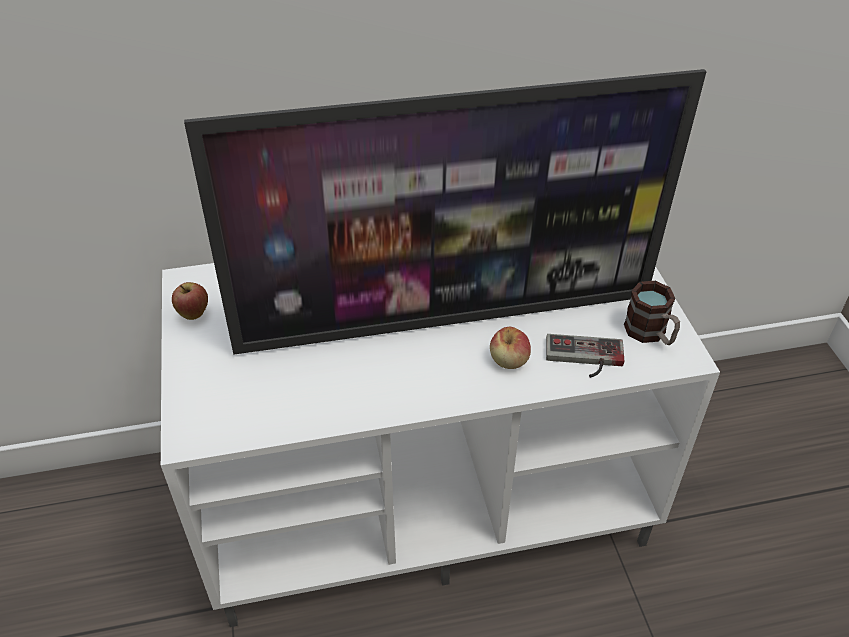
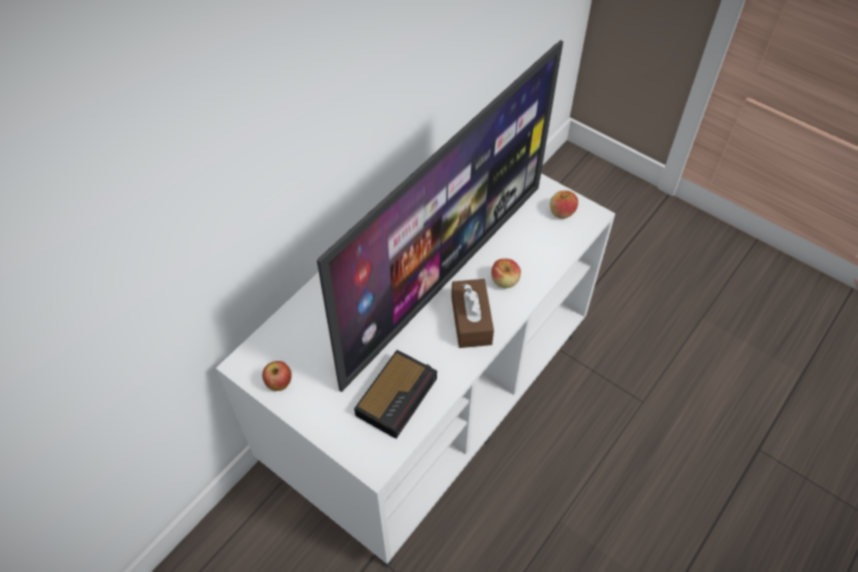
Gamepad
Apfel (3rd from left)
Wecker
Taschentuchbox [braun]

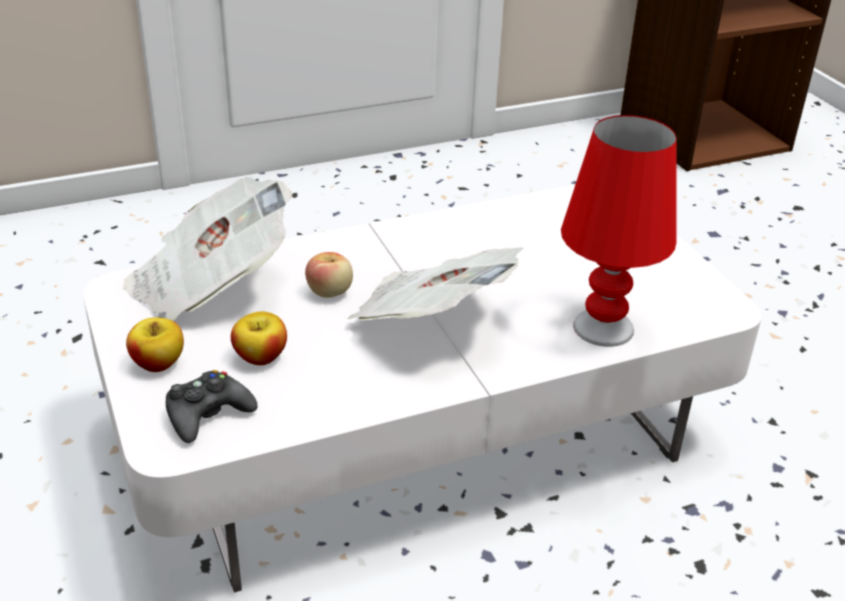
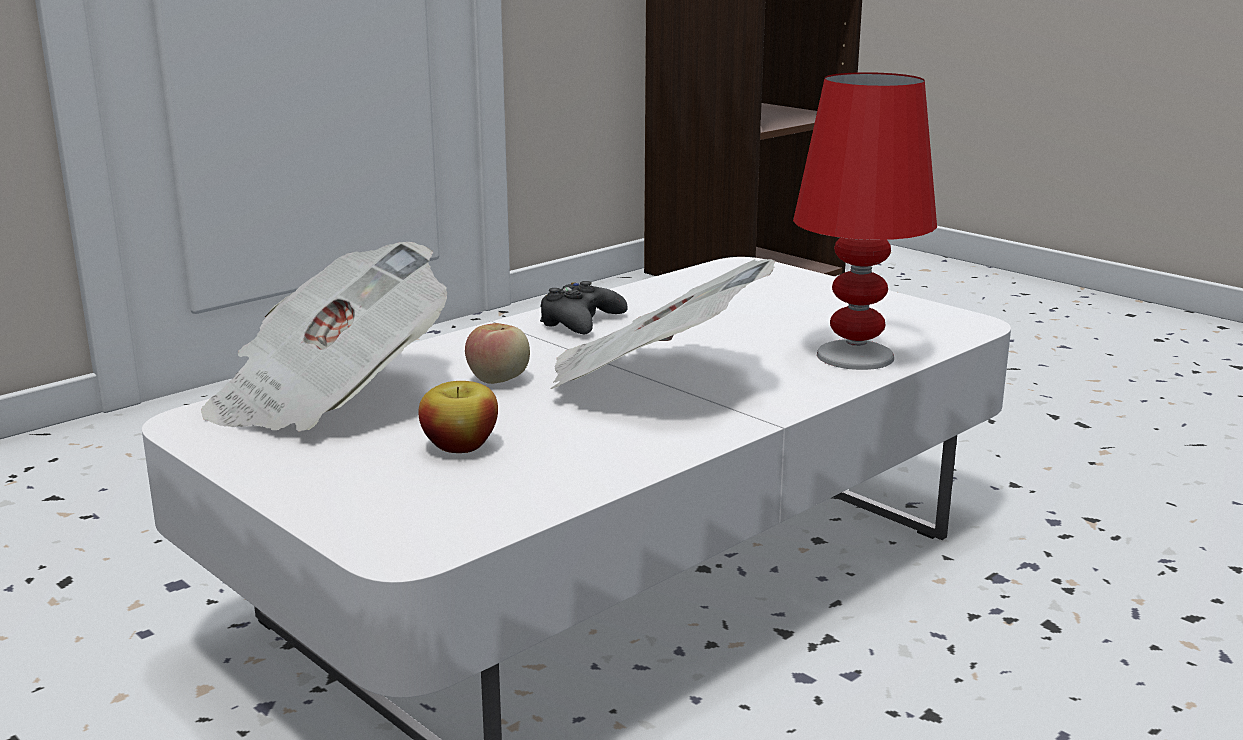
Apfel (1st from left in the first image)
Gamepad [schwarz]

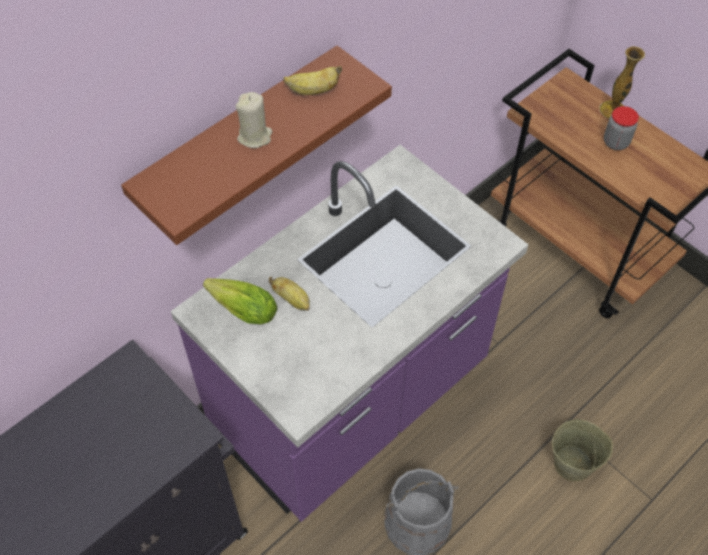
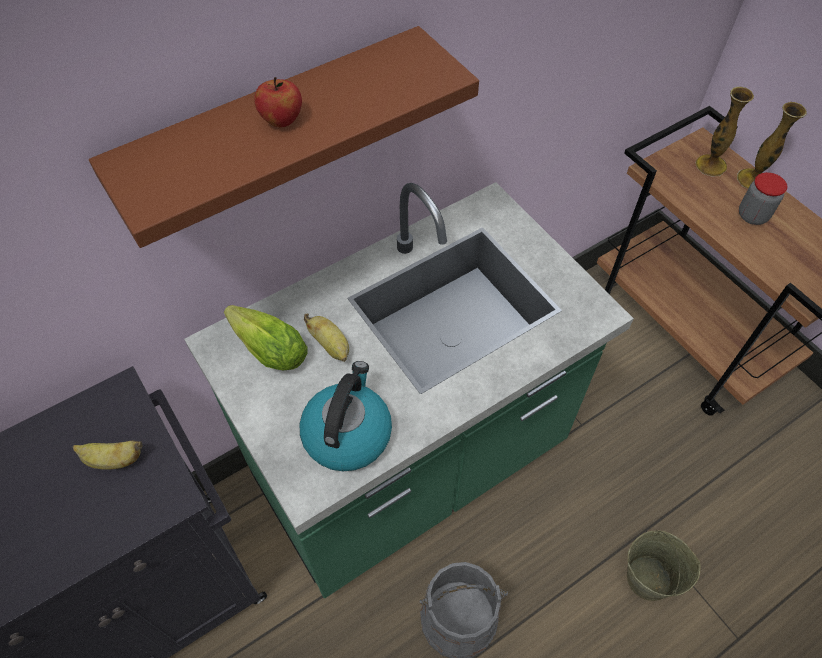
Küchenzeile [grün]
Apfel
Banane (1st from left)
Wasserkessel
Vase (1st from left)

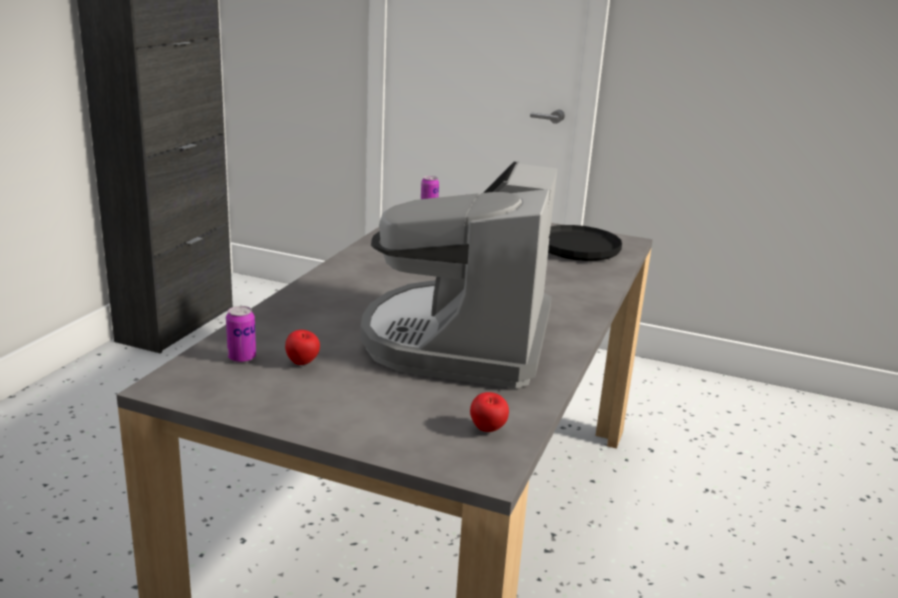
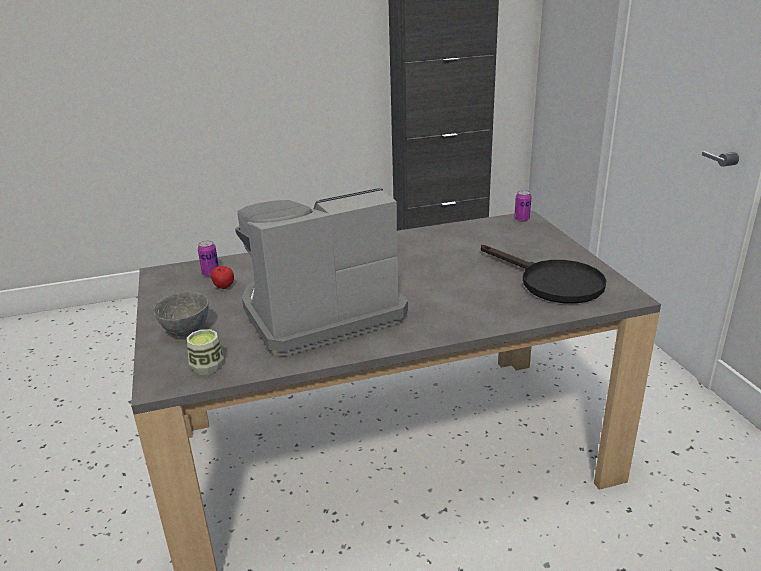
Tasse
Schüssel [grau]

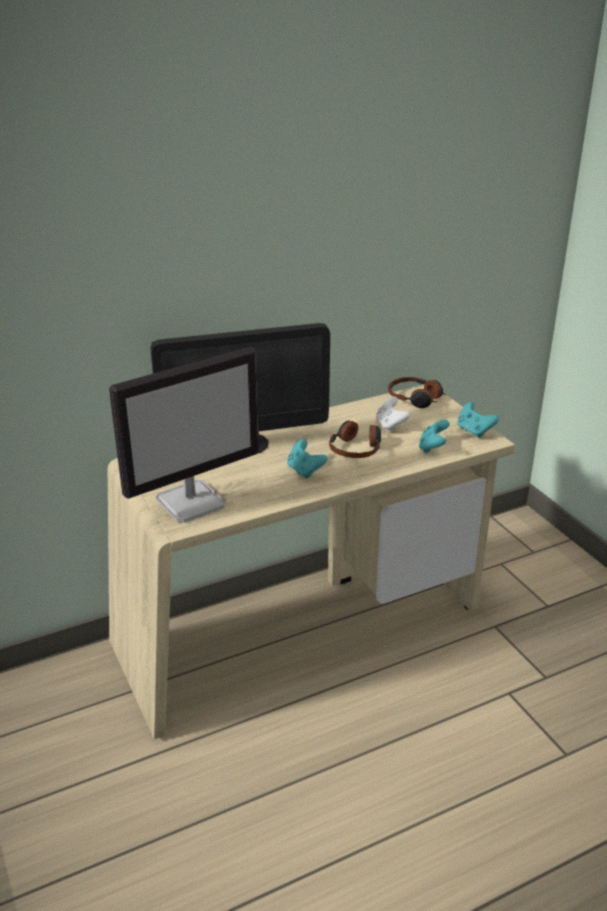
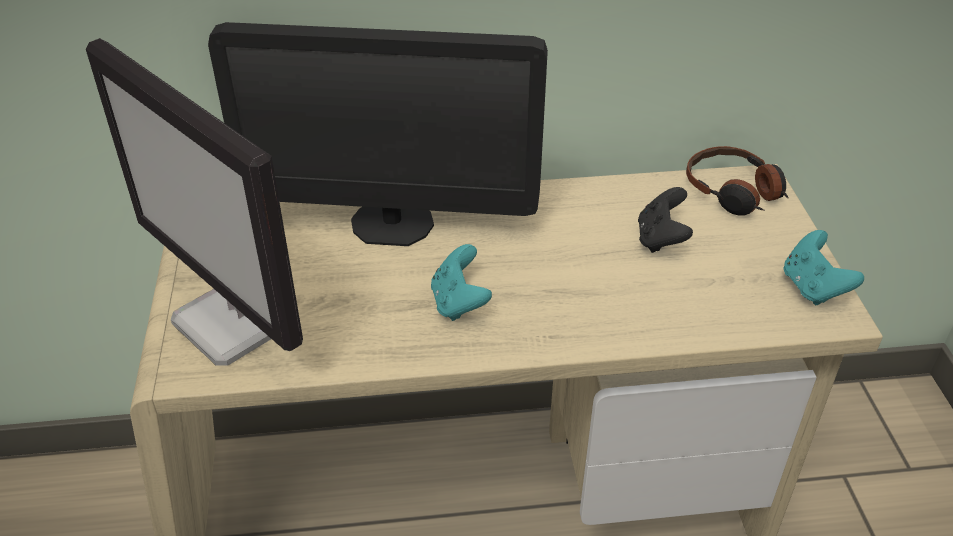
Monitor (1st from left)
Kopfhörer (1st from left in the first image)
Gamepad [schwarz]
Gamepad [türkis] (2nd from left in the first image)

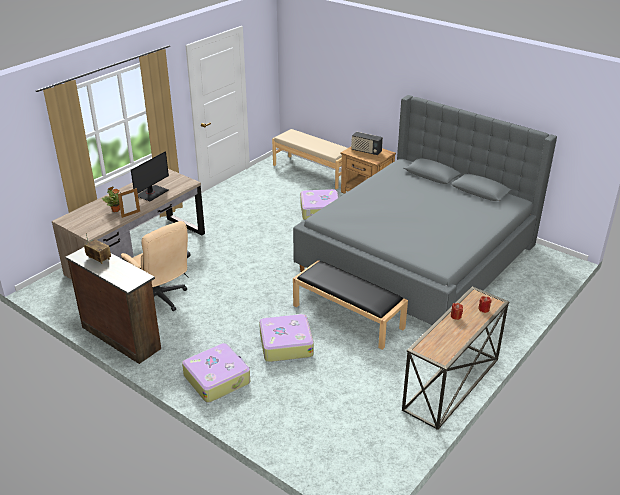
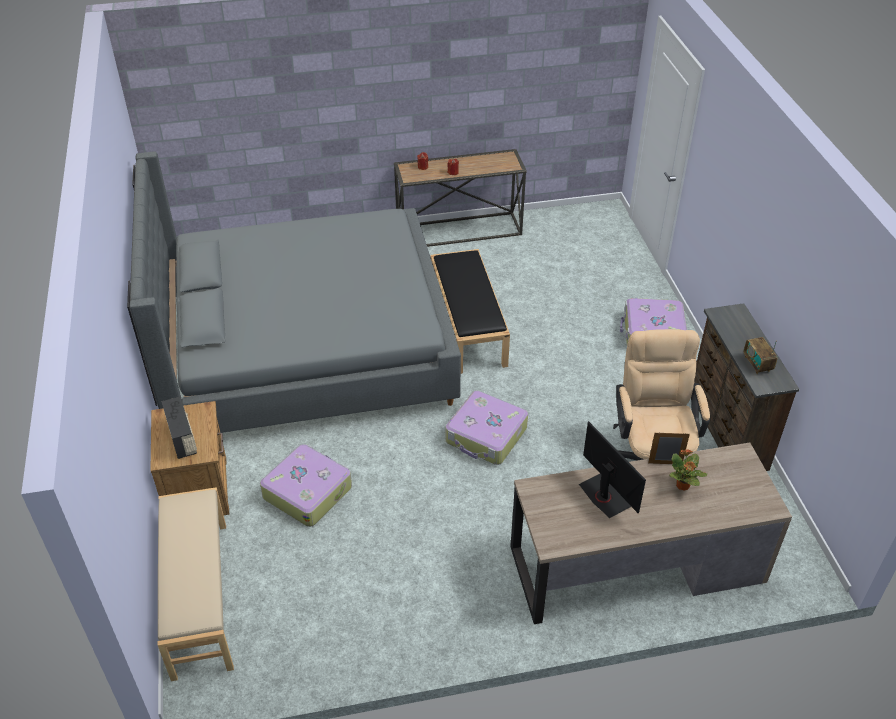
Monitor
Koffer (2nd from left)

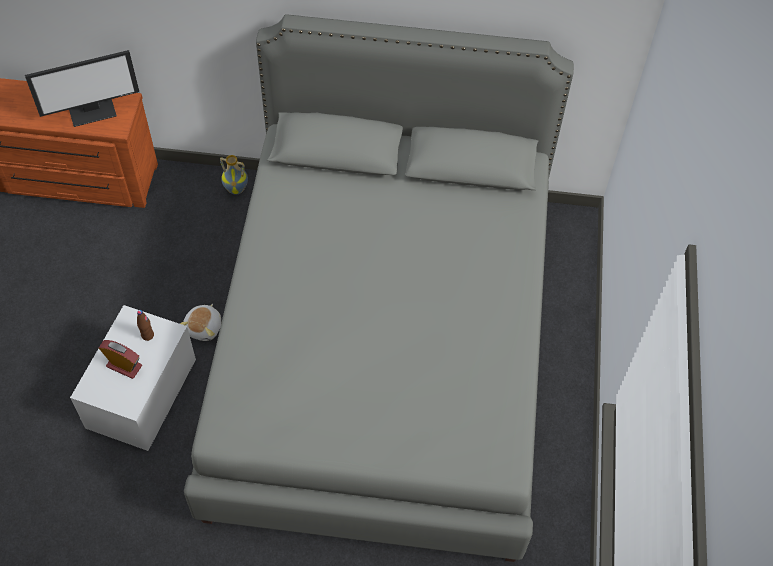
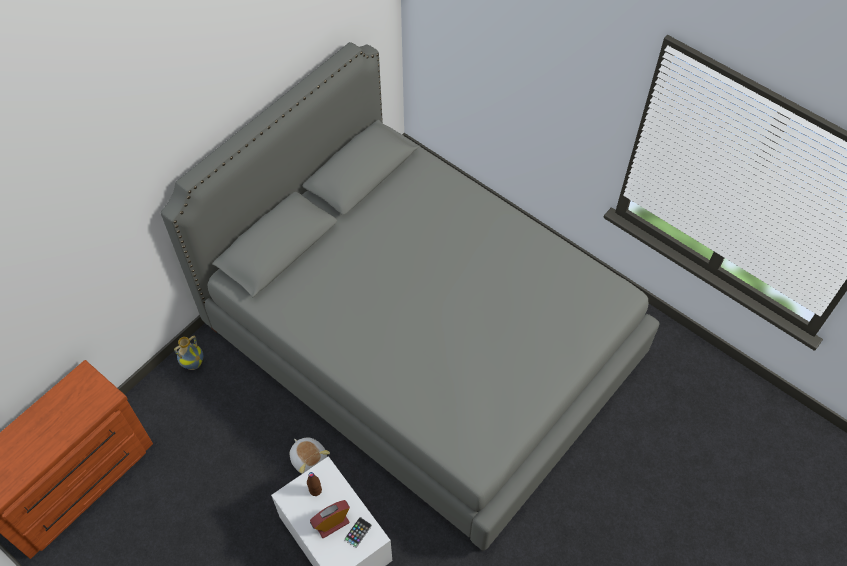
Monitor
Handy

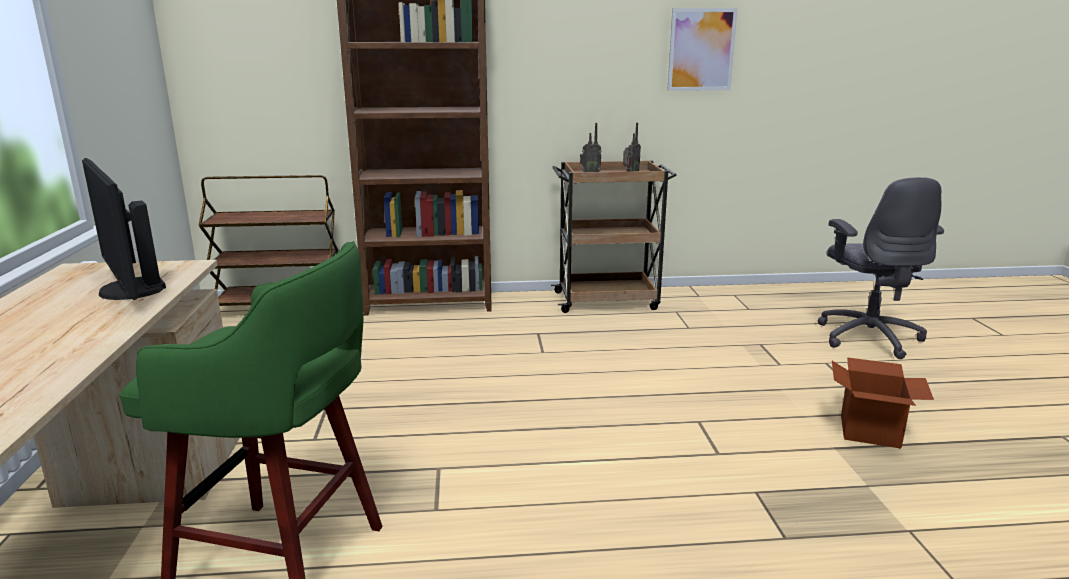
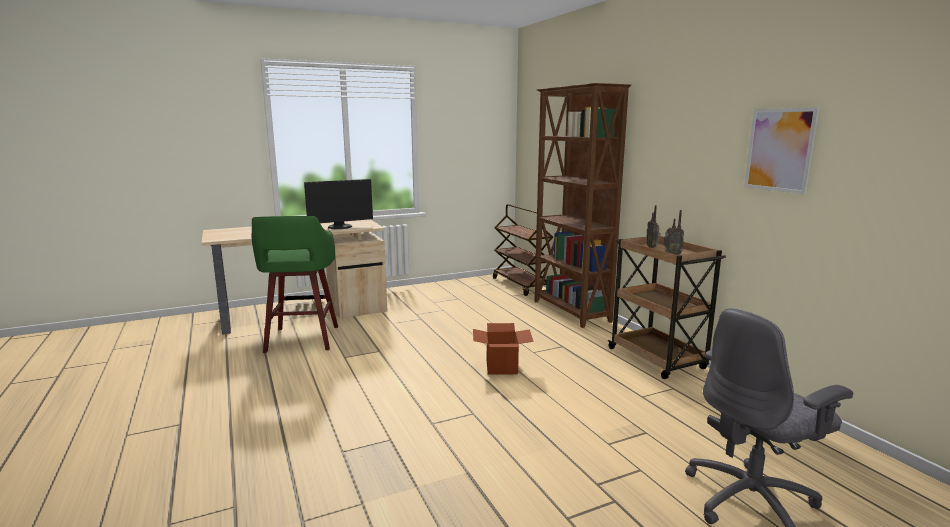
Monitor
Karton

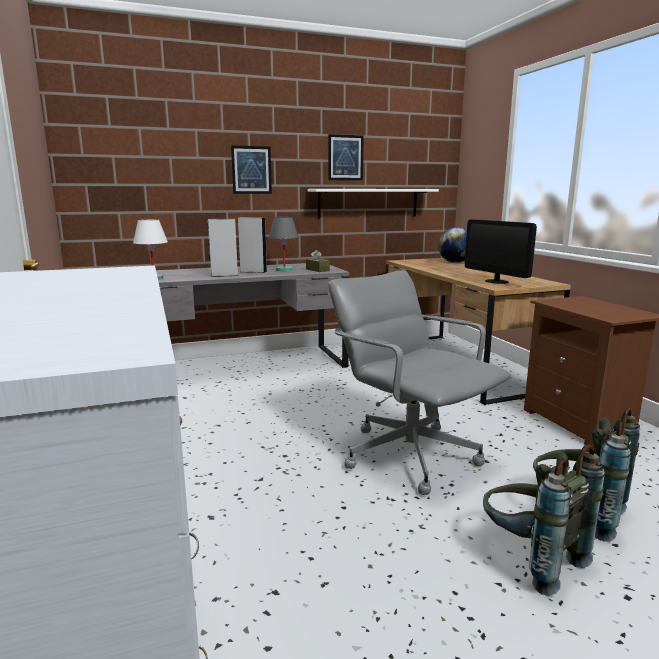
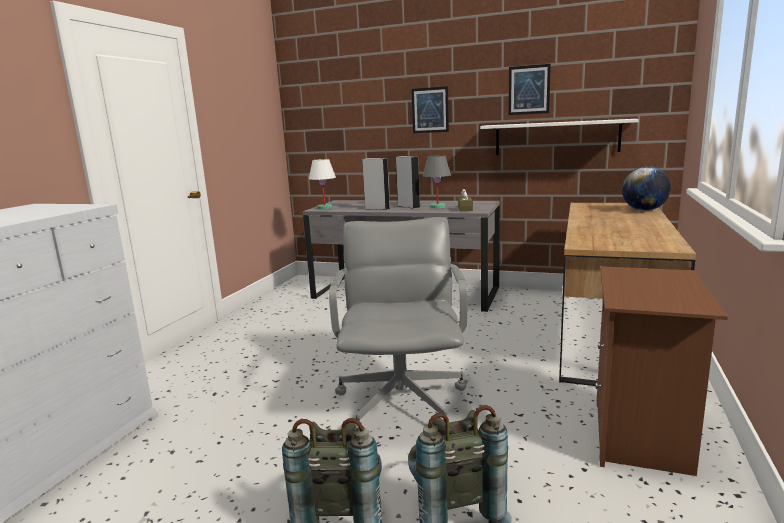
Monitor

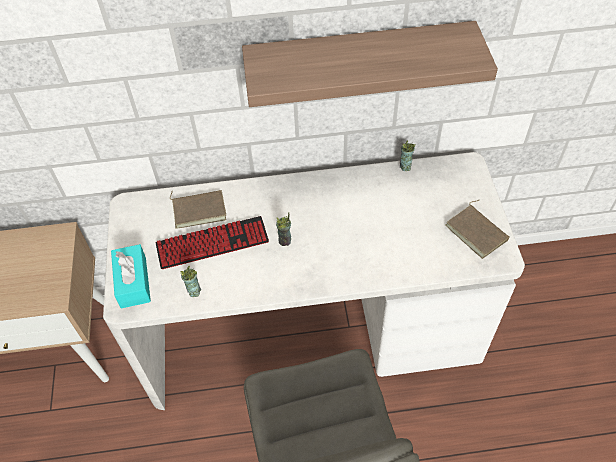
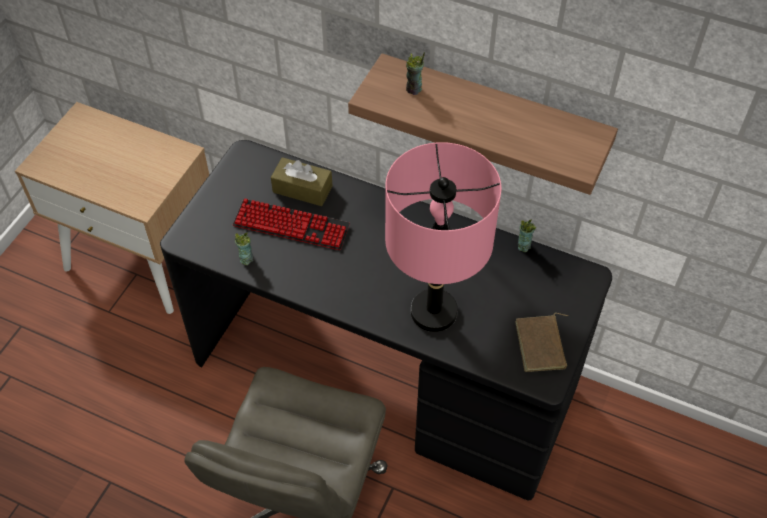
Schreibtisch [schwarz]
Taschentuchbox [türkis]
Taschentuchbox [braun]
Tasse (2nd from left)
Tischlampe [rosa]

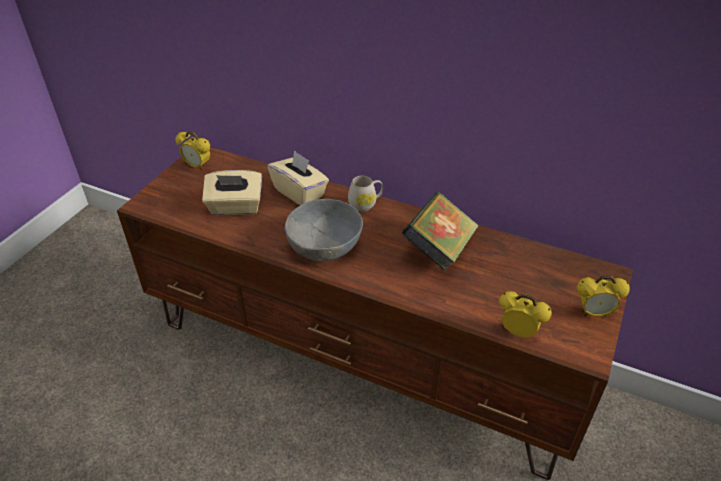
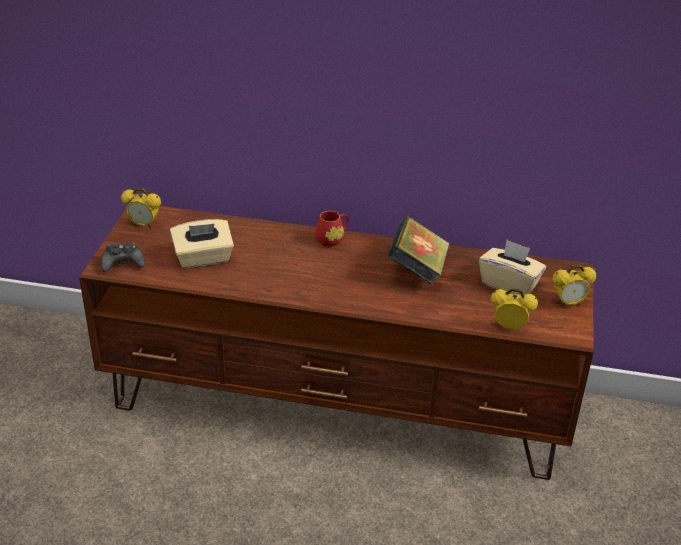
Taschentuchbox [beige] (2nd from left)
Schüssel [grau]
Henkelbecher [rot]
Gamepad [schwarz]

